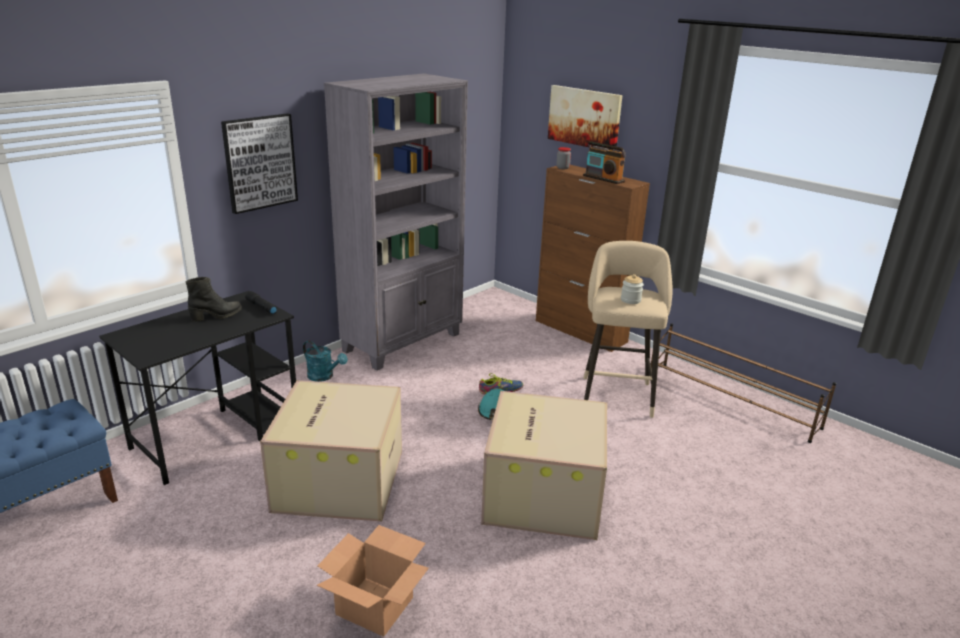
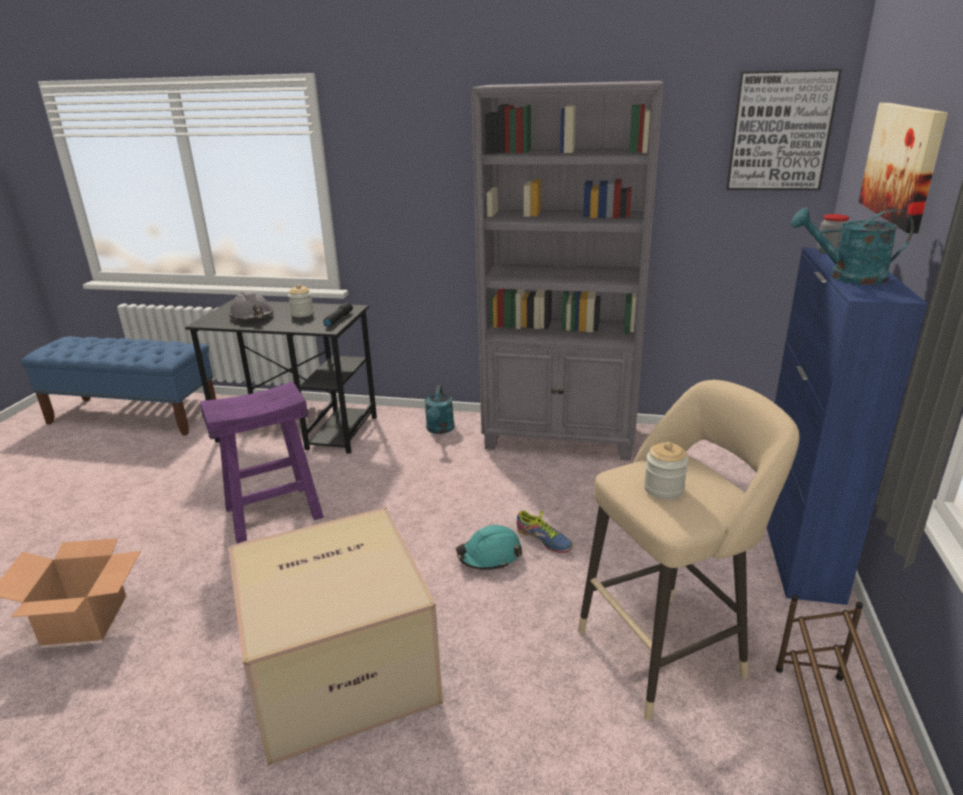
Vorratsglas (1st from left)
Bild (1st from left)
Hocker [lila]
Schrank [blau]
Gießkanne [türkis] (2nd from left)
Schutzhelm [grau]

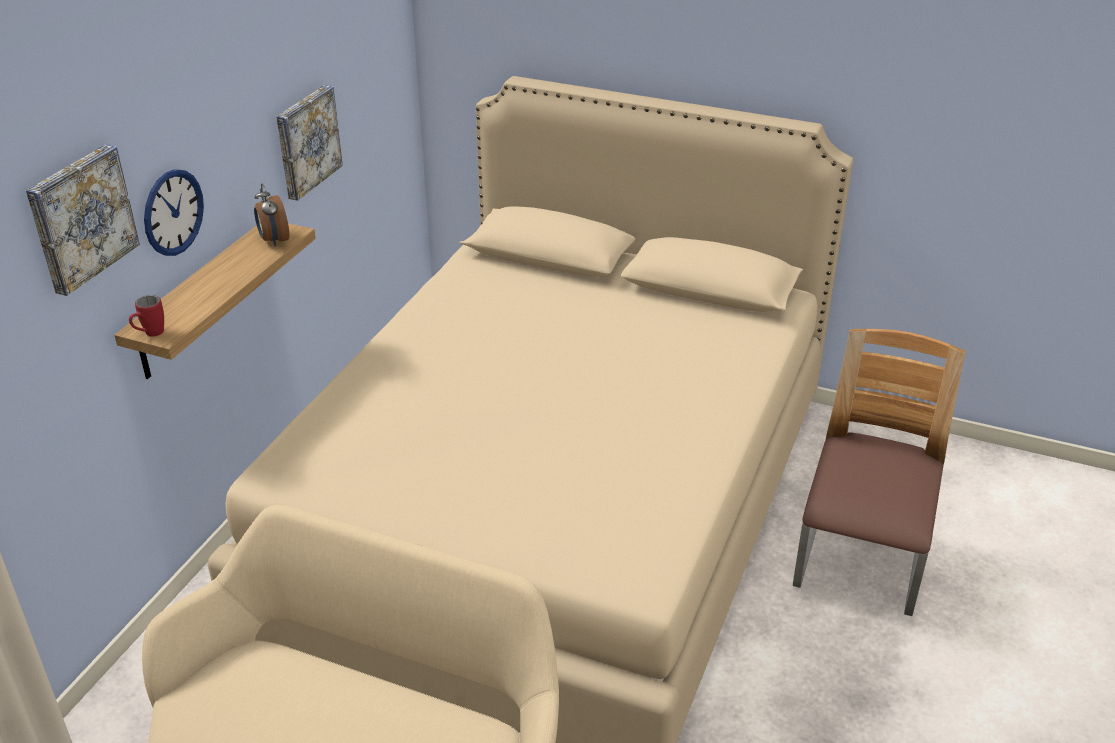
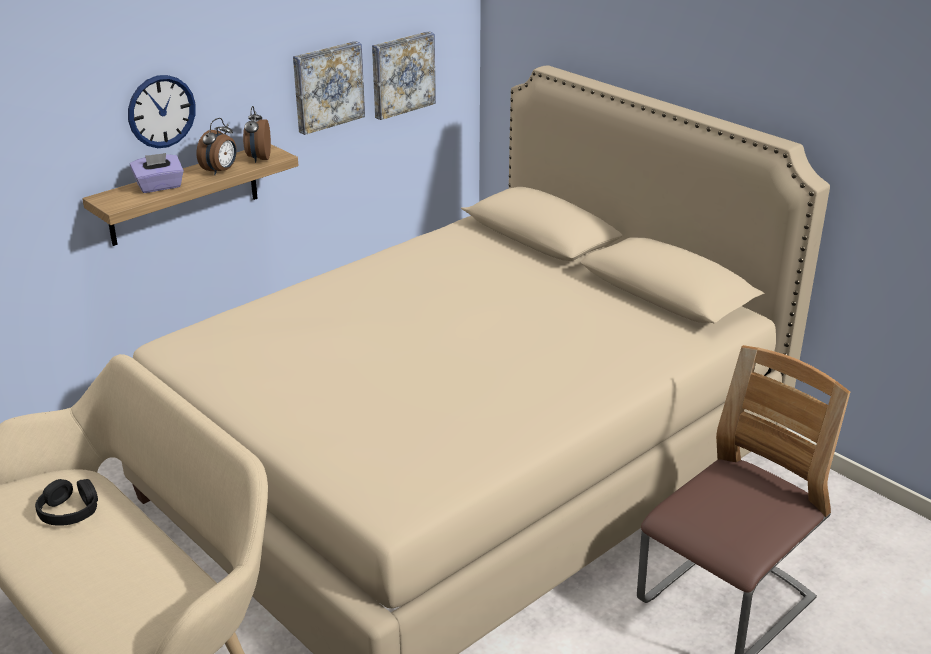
Bild (2nd from left)
Henkelbecher [rot]
Kopfhörer [schwarz]
Taschentuchbox [lila]
Wecker (1st from left)

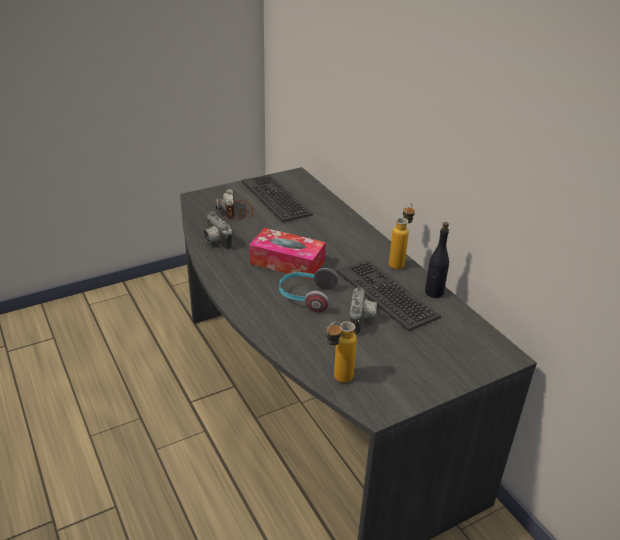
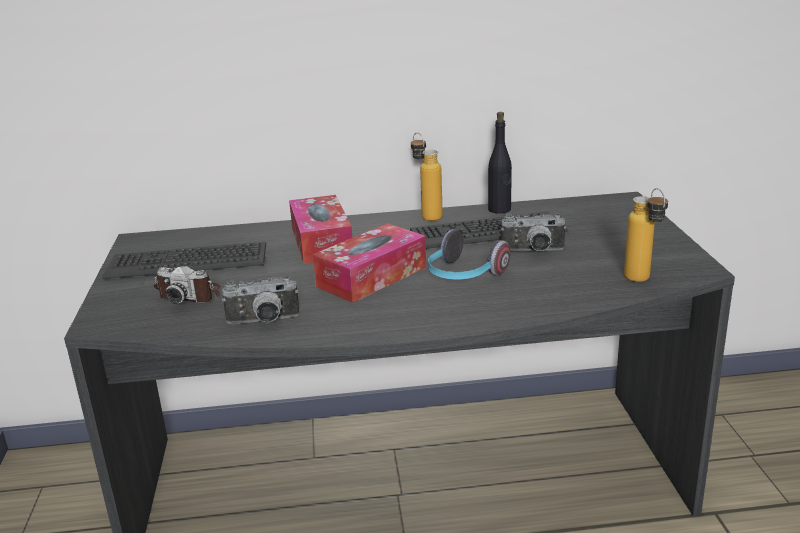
Kamera (3rd from left)
Taschentuchbox (1st from left)

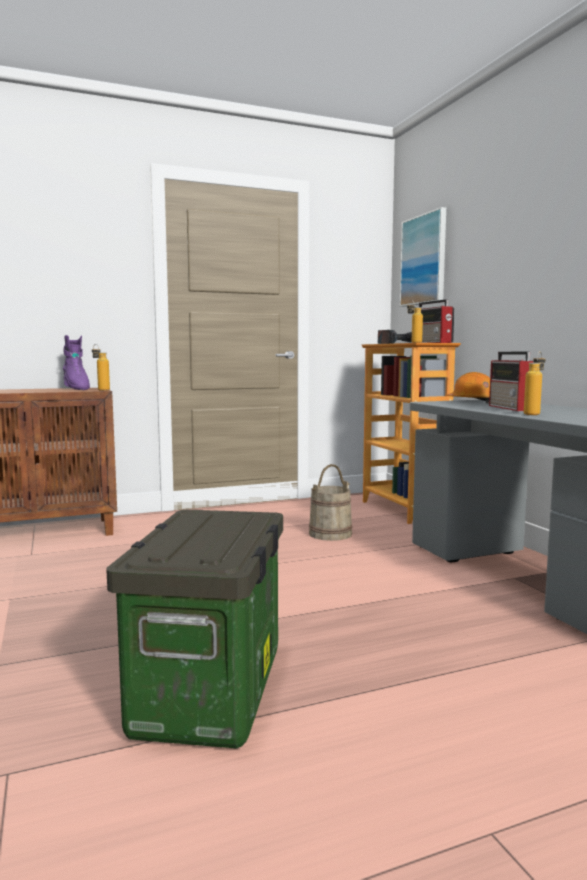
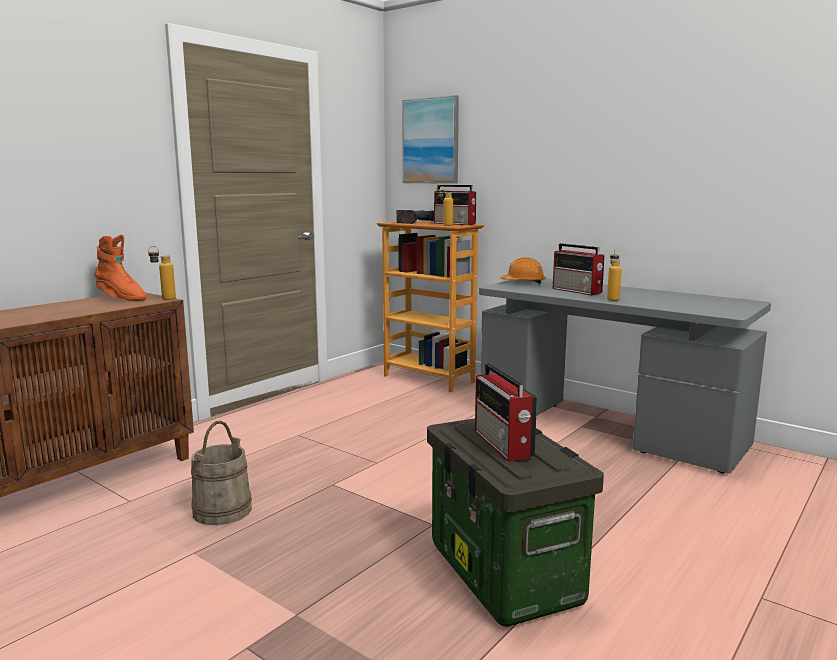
Stiefel [orange]
Eimer [beige]
Radio (2nd from left)

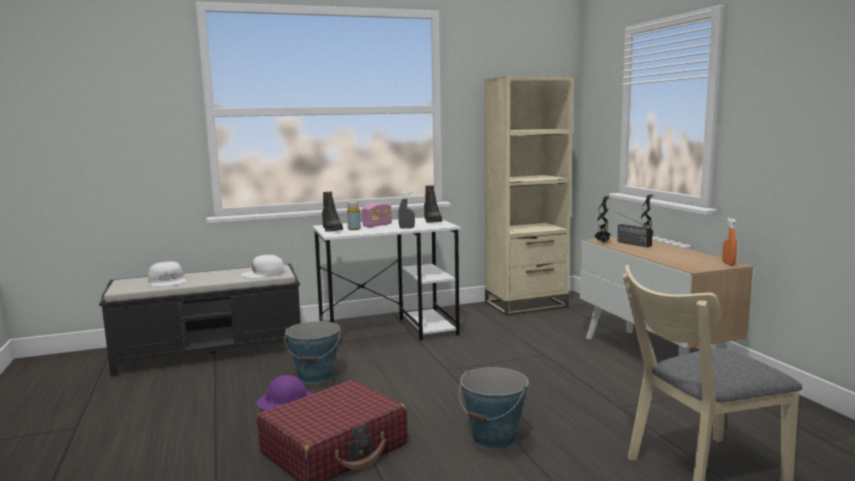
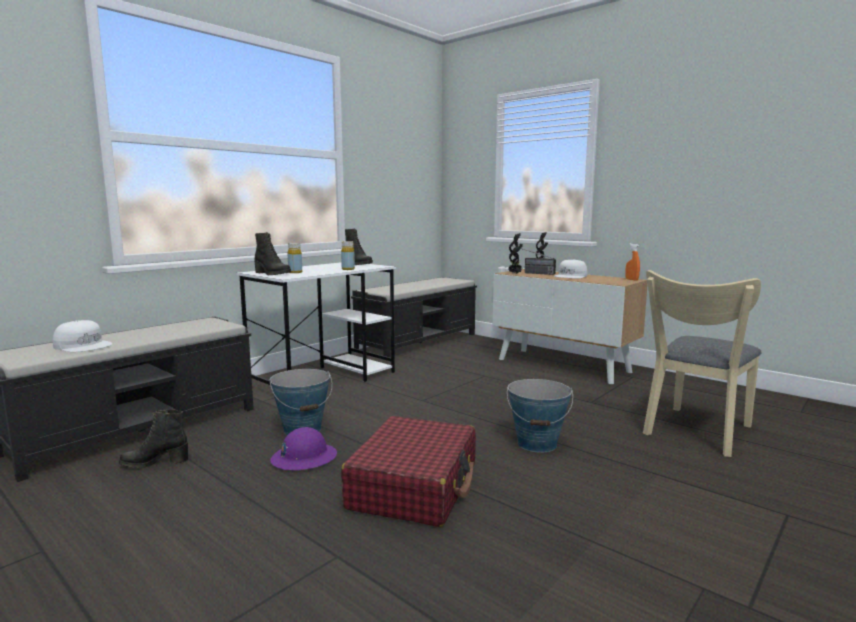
Kappe [weiß] (2nd from left)
Radio (1st from left in the first image)
Flasche [gelb] (2nd from left)
Bank [schwarz] (2nd from left)
Stiefel [schwarz] (1st from left)

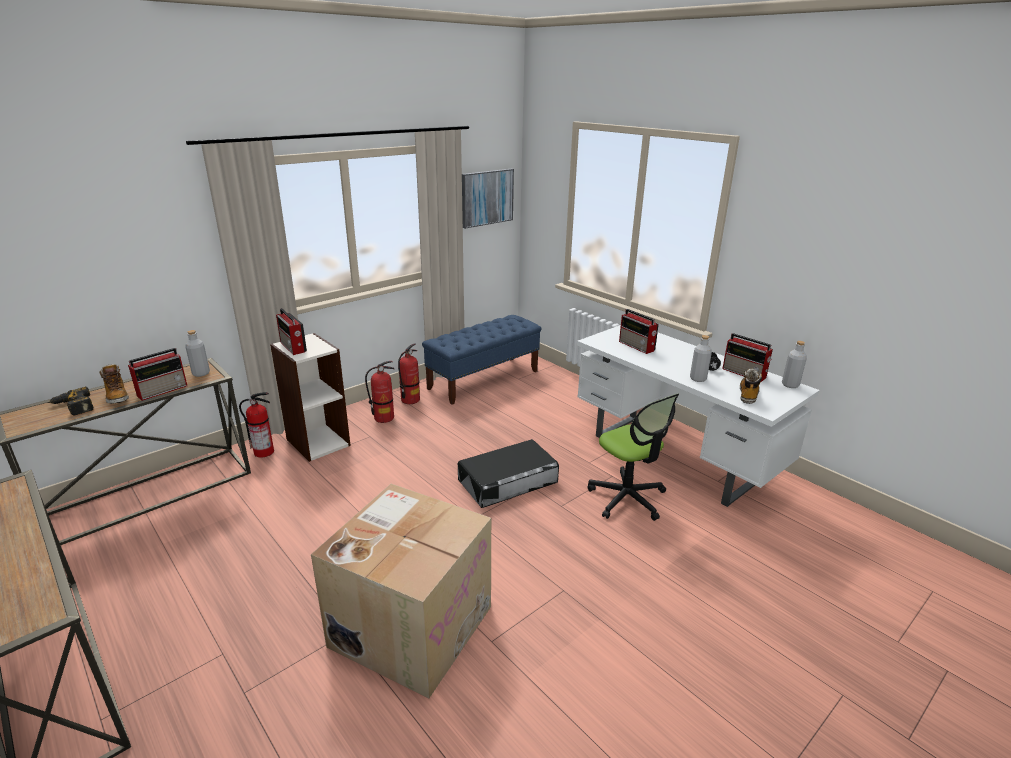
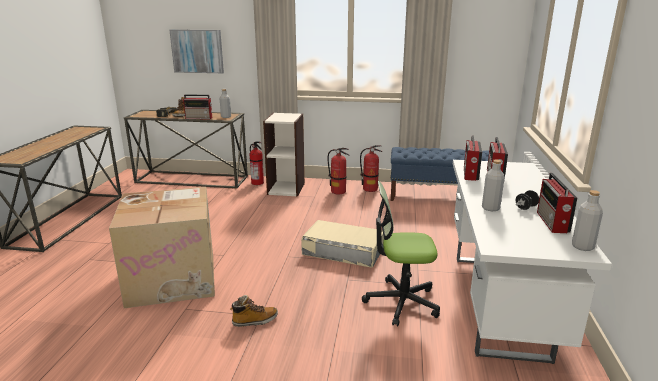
Radio (2nd from left)
Aufbewahrungsbox [beige]
Bild
Bürostuhl
Stiefel (2nd from left)

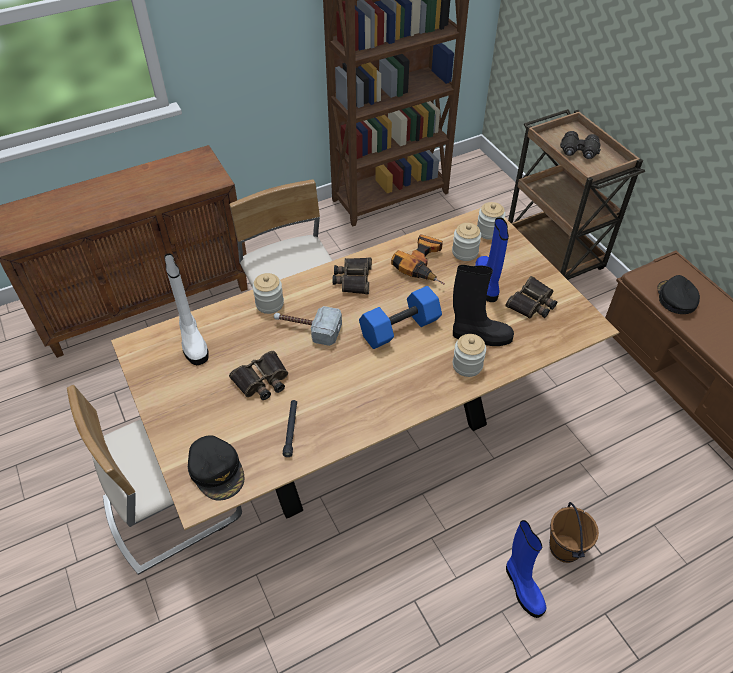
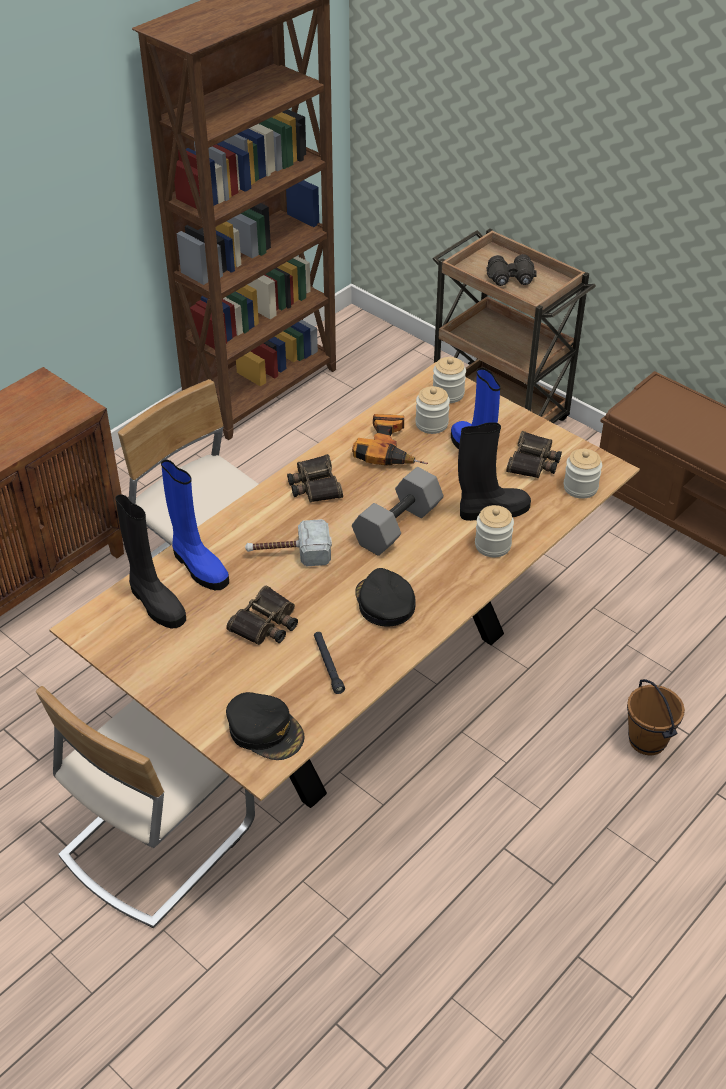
Stiefel [schwarz] (1st from left)
Vorratsglas (4th from left)
Hantel [grau]
Stiefel [blau] (1st from left)
Kappe [schwarz] (2nd from left)

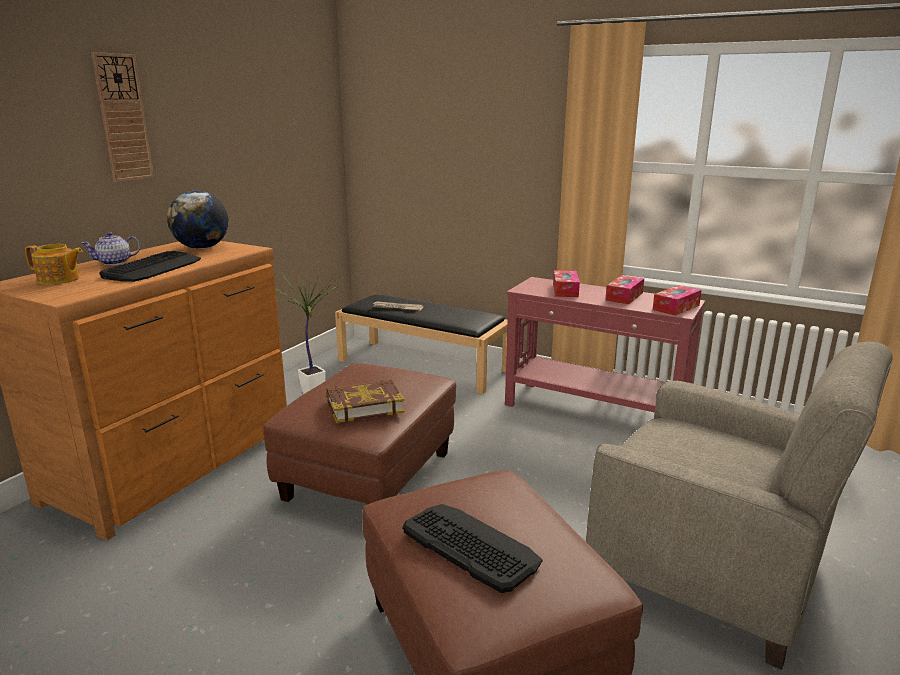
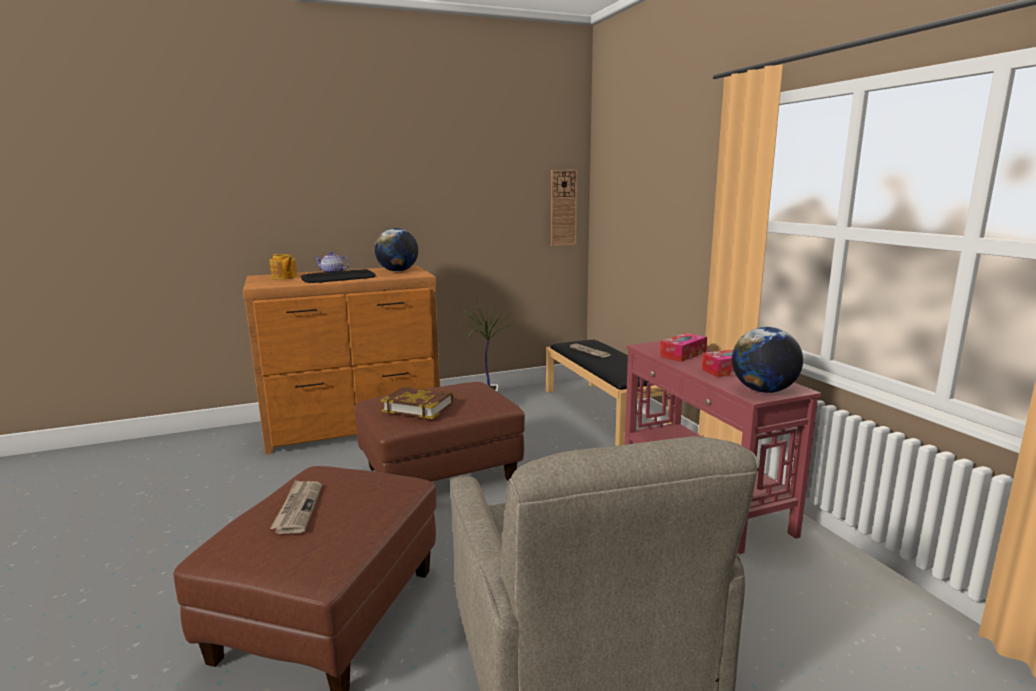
Wanduhr
Zeitung (1st from left)
Globus (2nd from left)

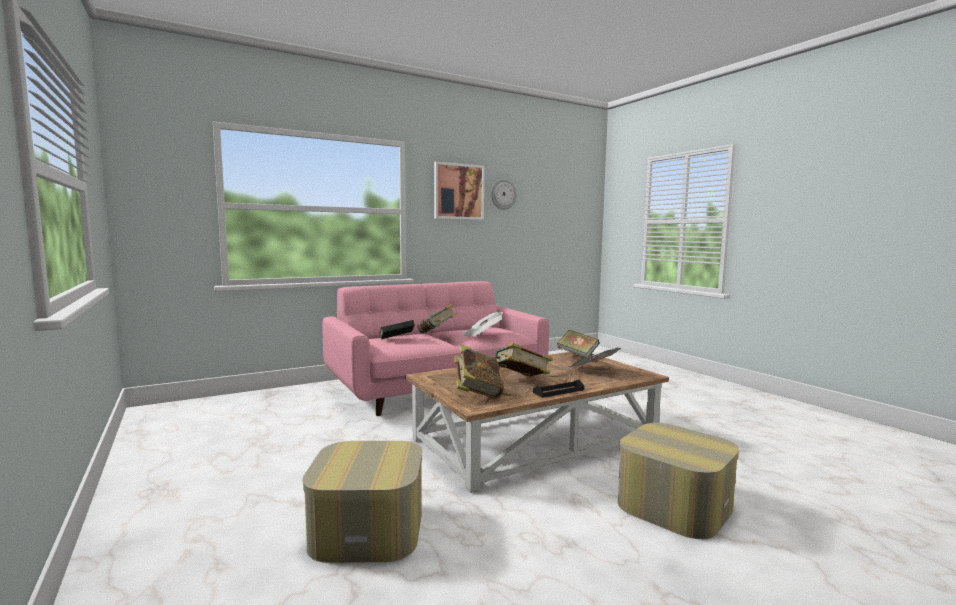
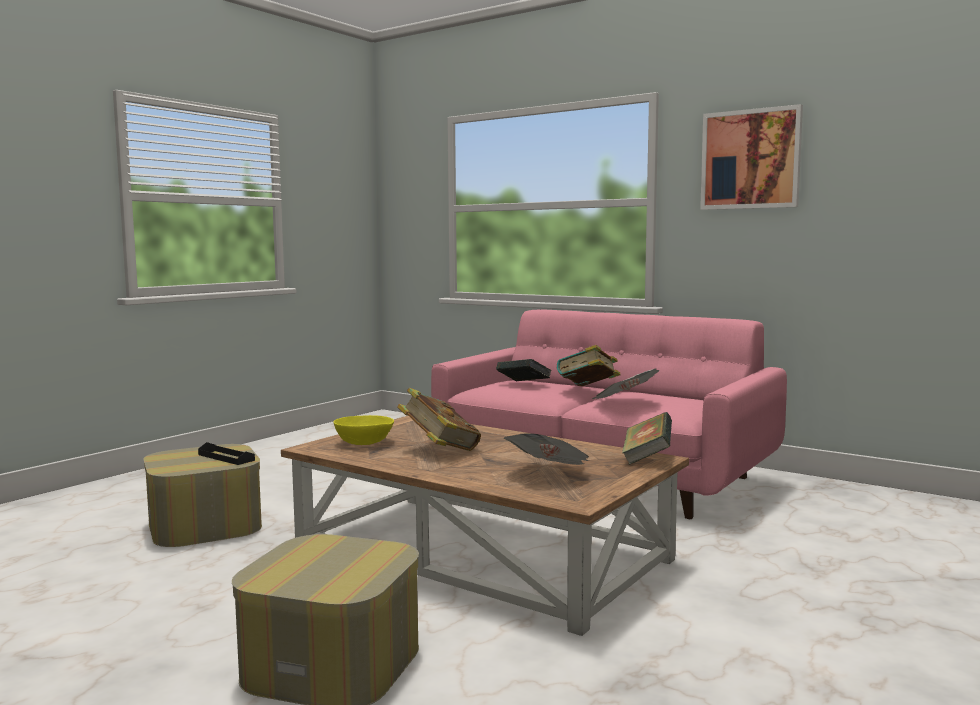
Schüssel [gelb]
Wanduhr
Tablett [schwarz]

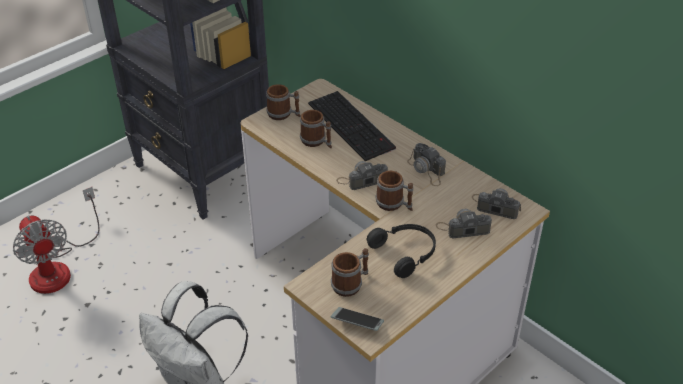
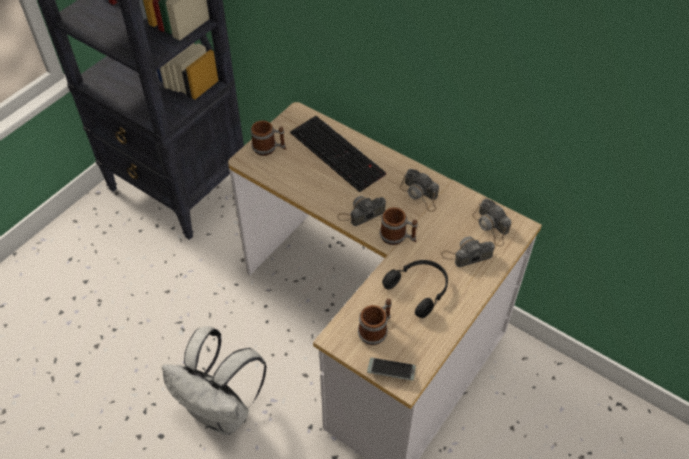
Ventilator
Henkelbecher (2nd from left in the first image)
Kamera (4th from left)

